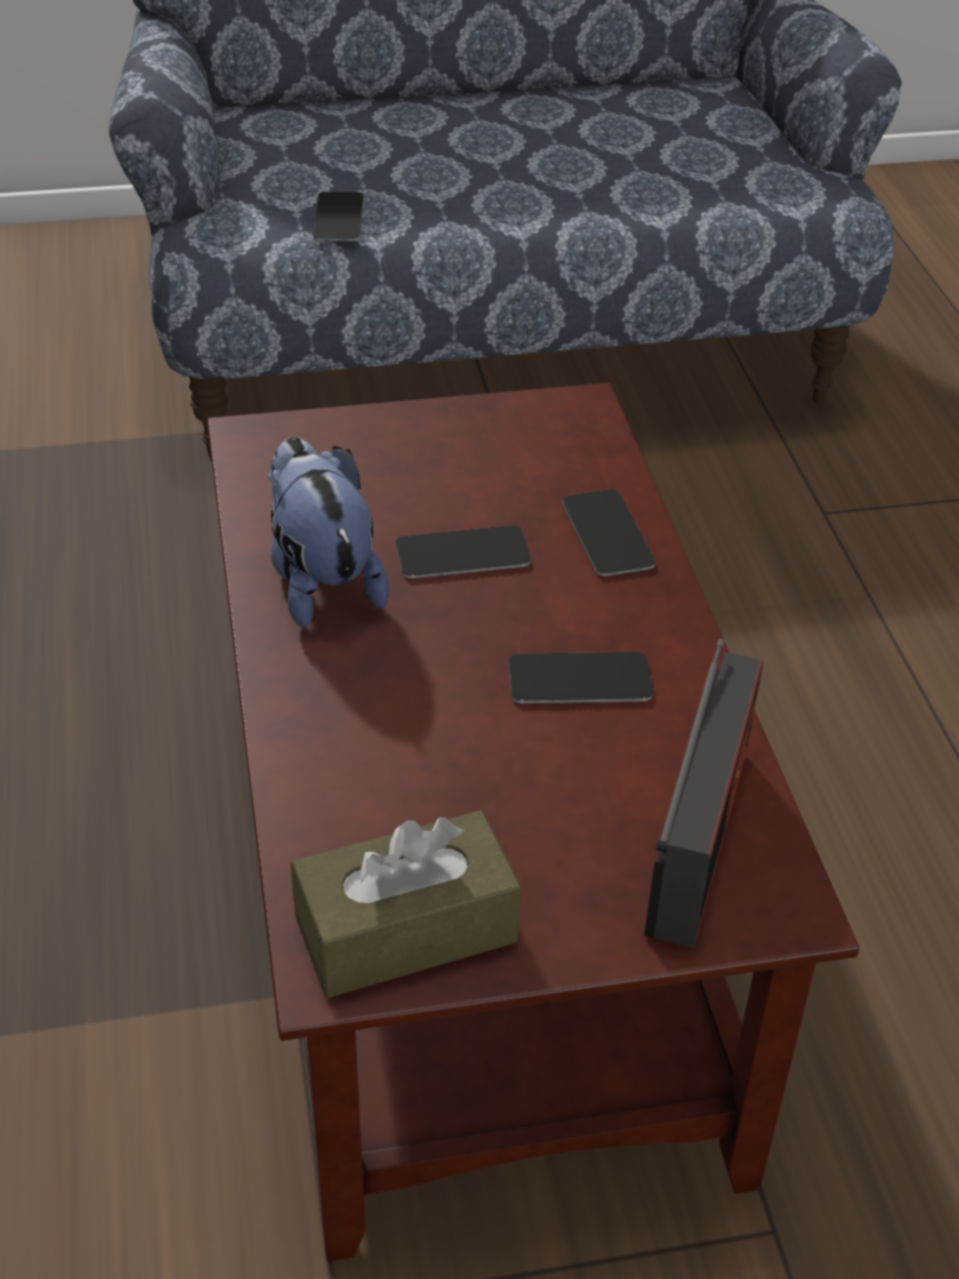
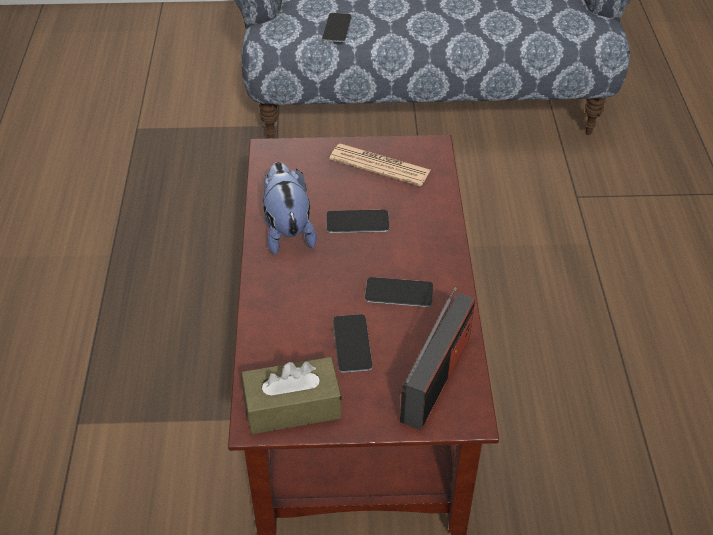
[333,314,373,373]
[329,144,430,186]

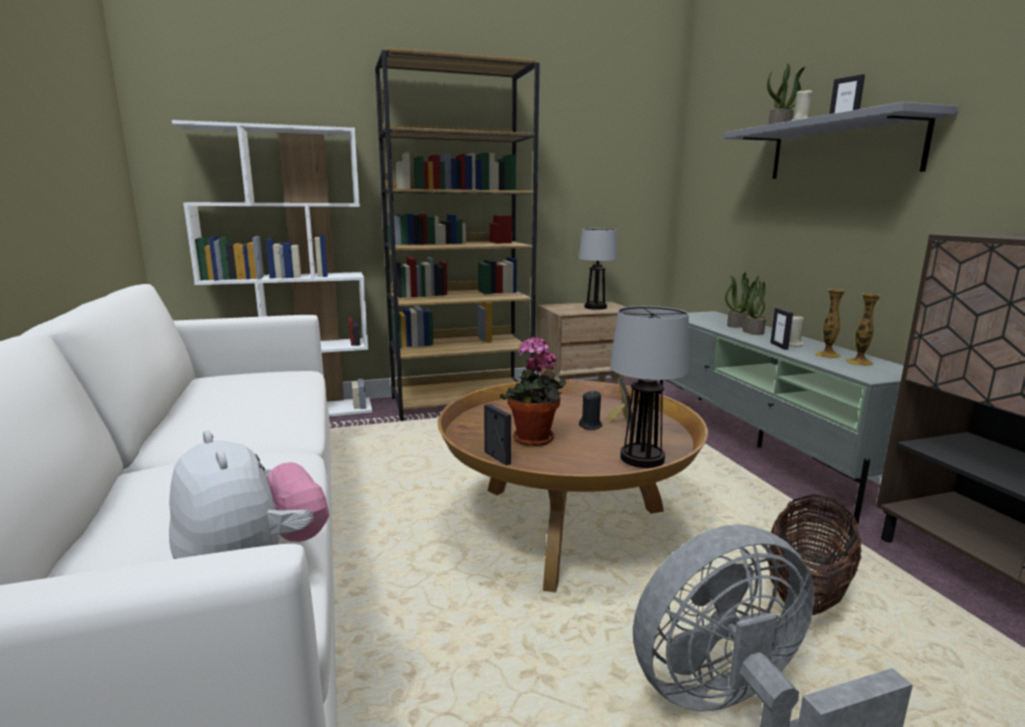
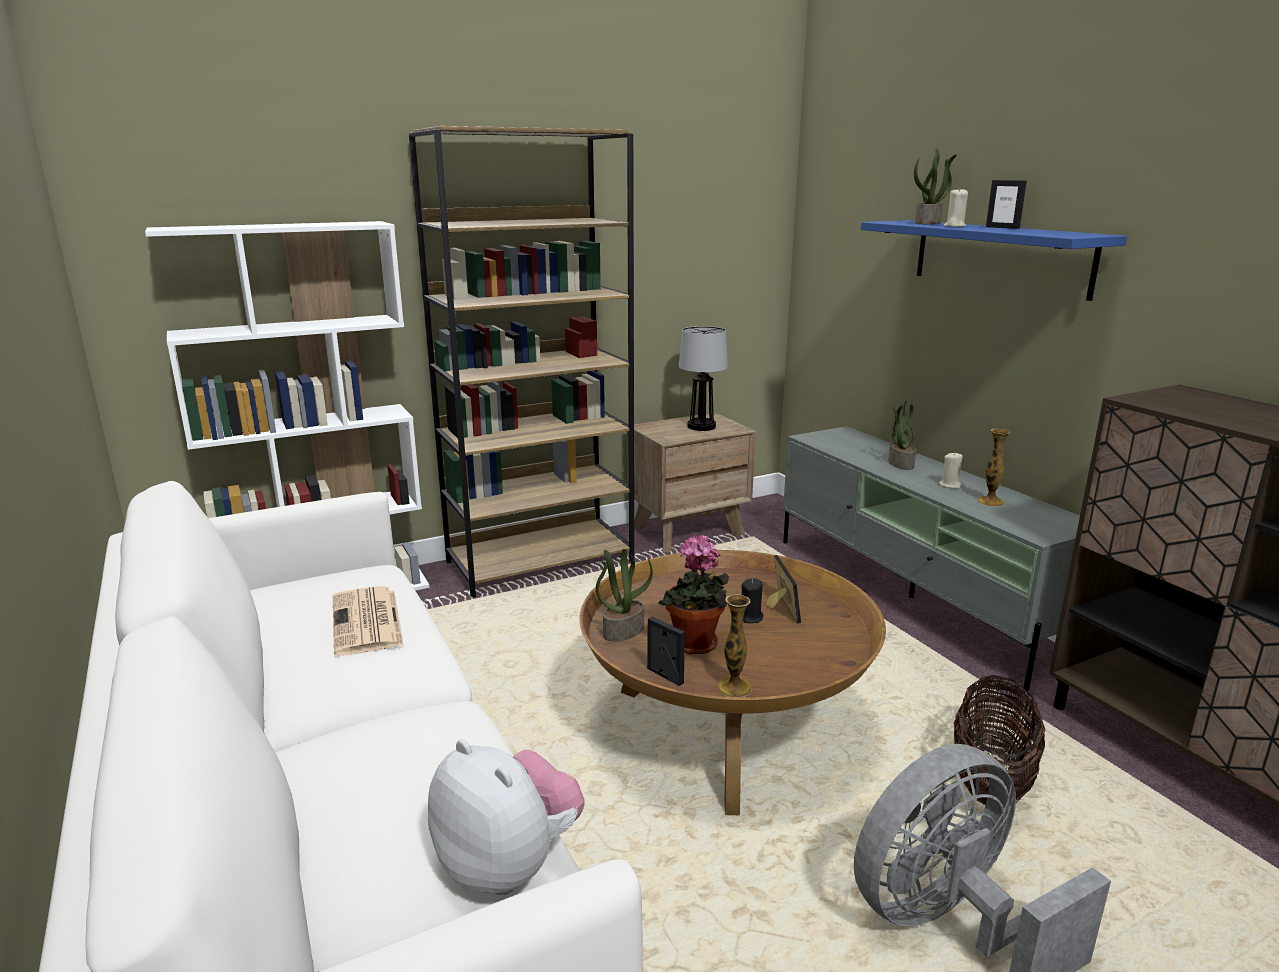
[861,220,1127,301]
[596,549,653,642]
[717,594,752,697]
[610,306,689,468] (first image)
[770,308,793,350] (first image)
[333,586,404,656]

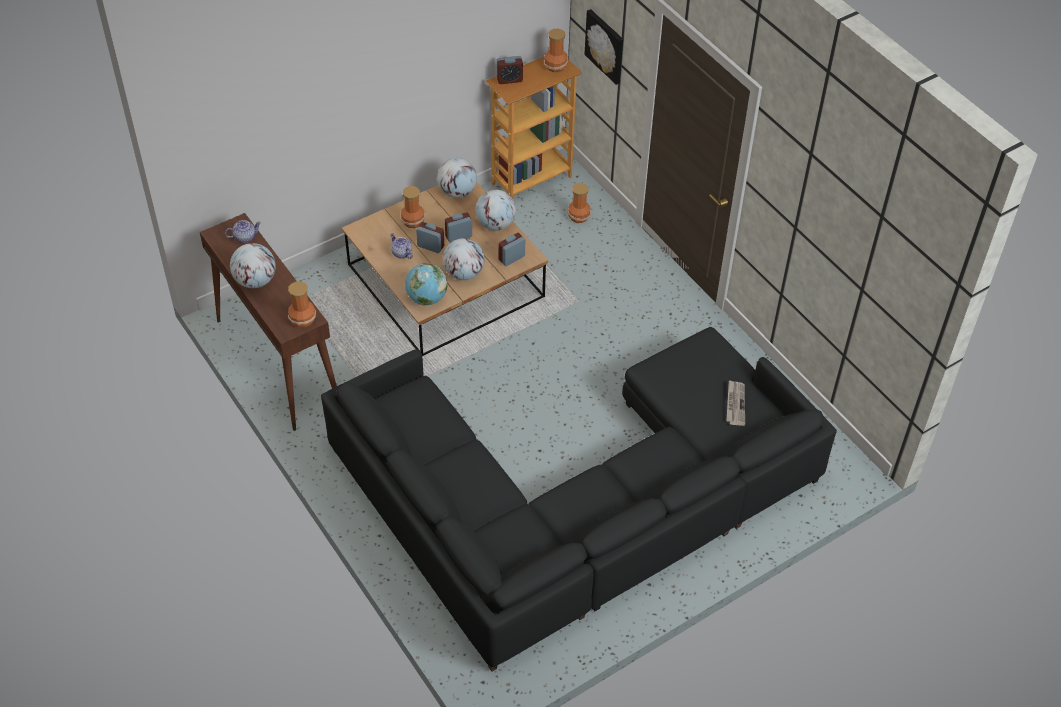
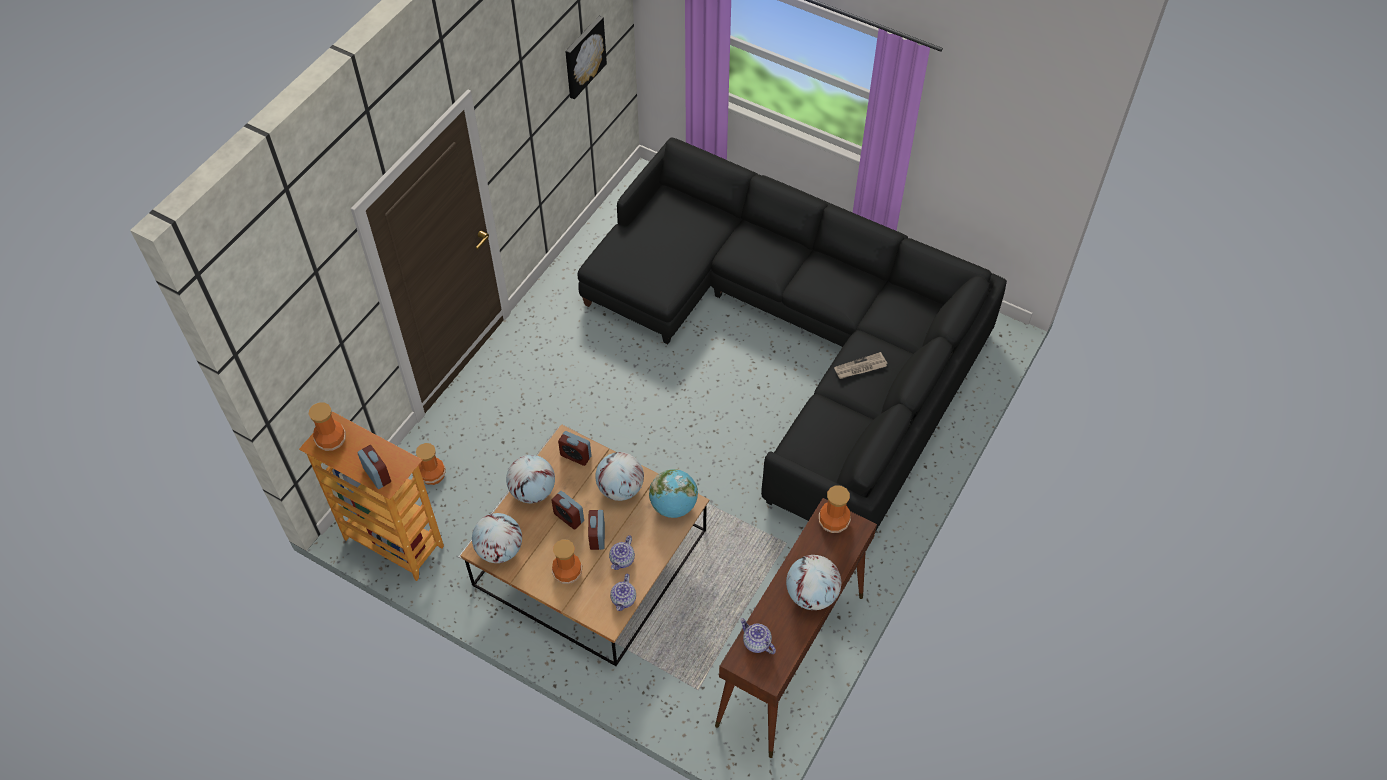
[565,16,607,99]
[834,352,887,379]
[610,574,636,611]

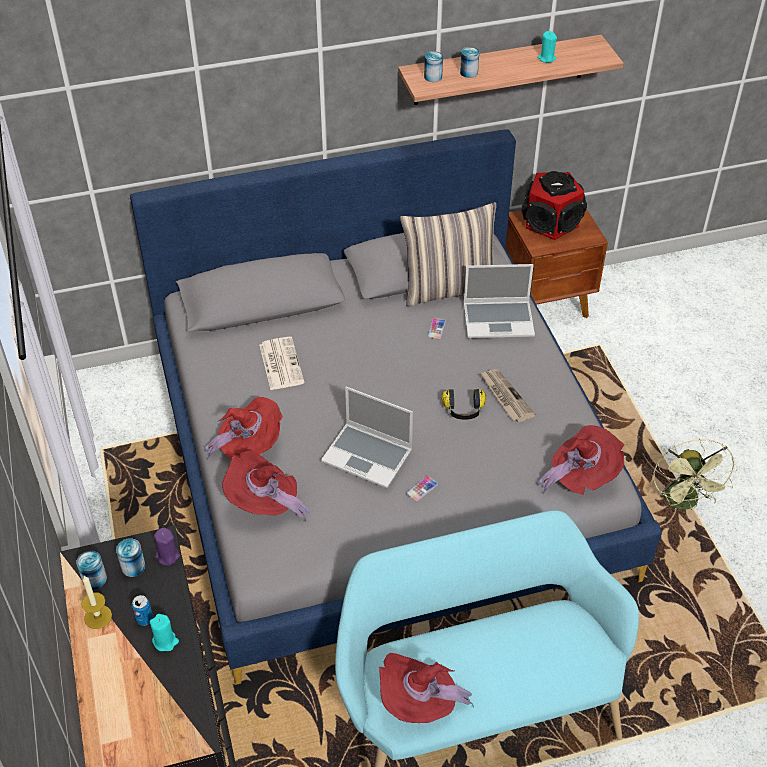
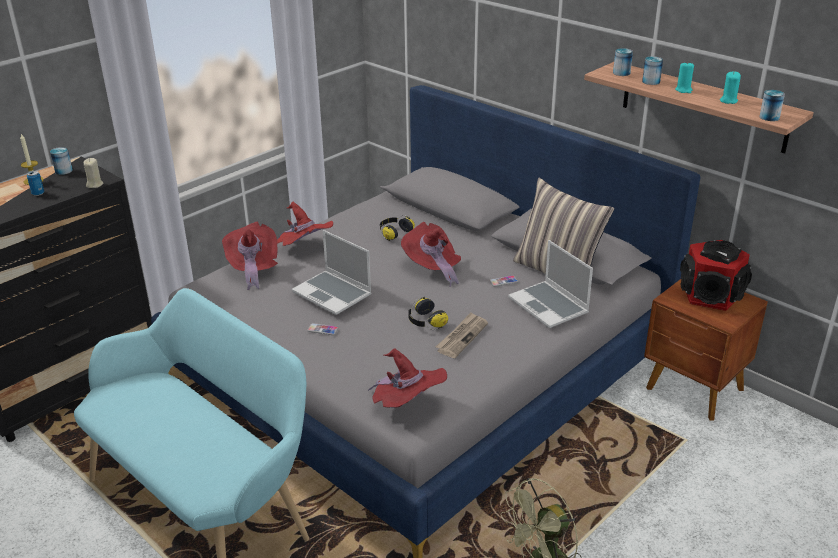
[380,215,415,241]
[292,230,372,315]
[84,158,103,188]
[760,90,785,121]
[675,63,694,93]
[401,222,461,287]

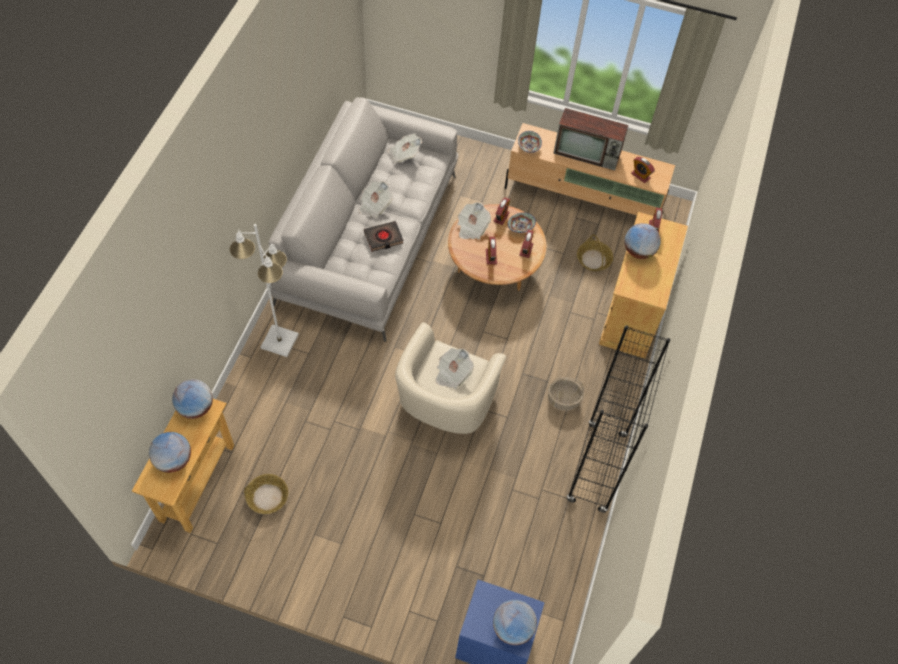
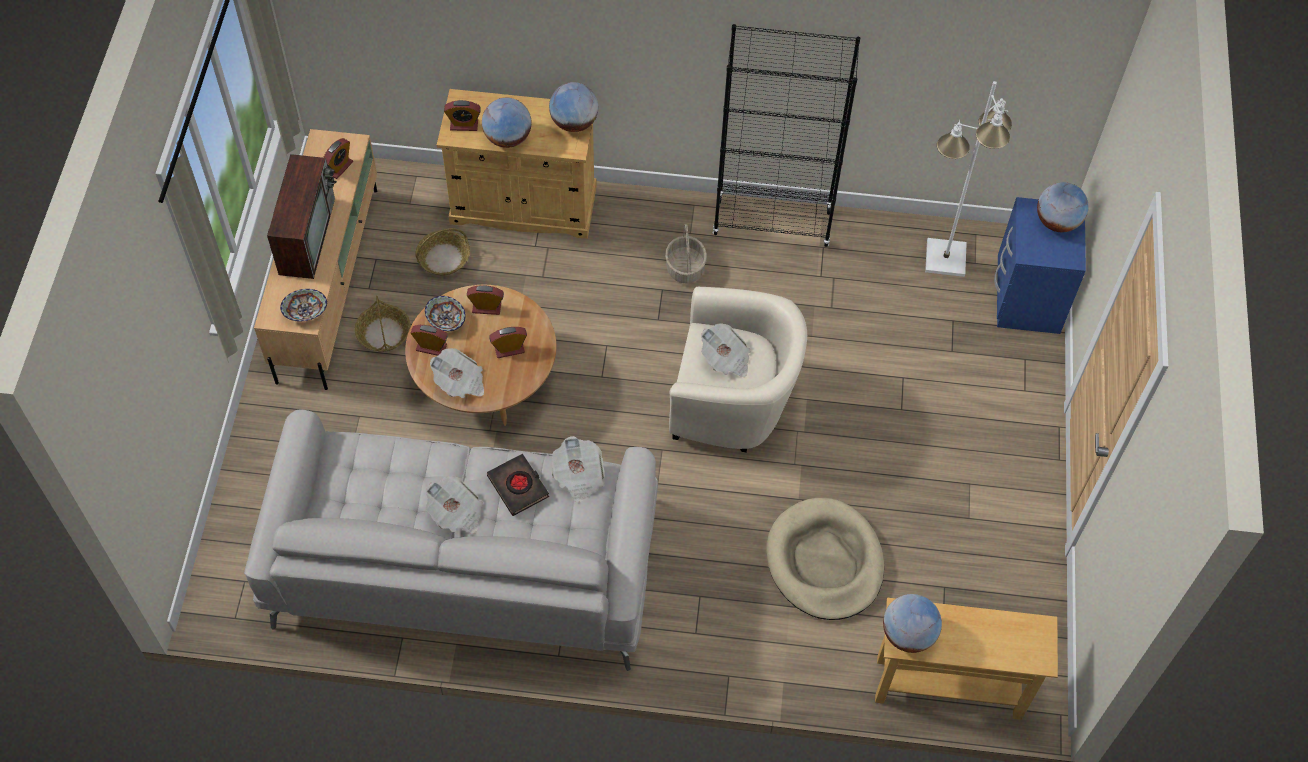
[552,436,605,503]
[925,81,1012,277]
[549,82,598,132]
[355,296,411,352]
[766,498,884,620]

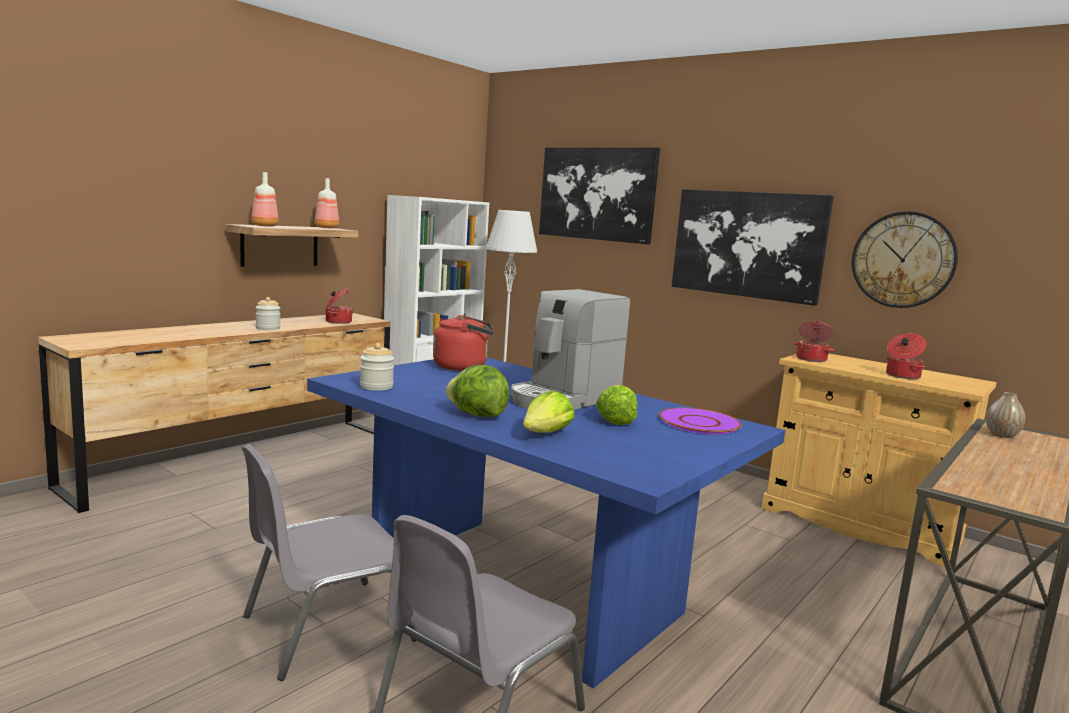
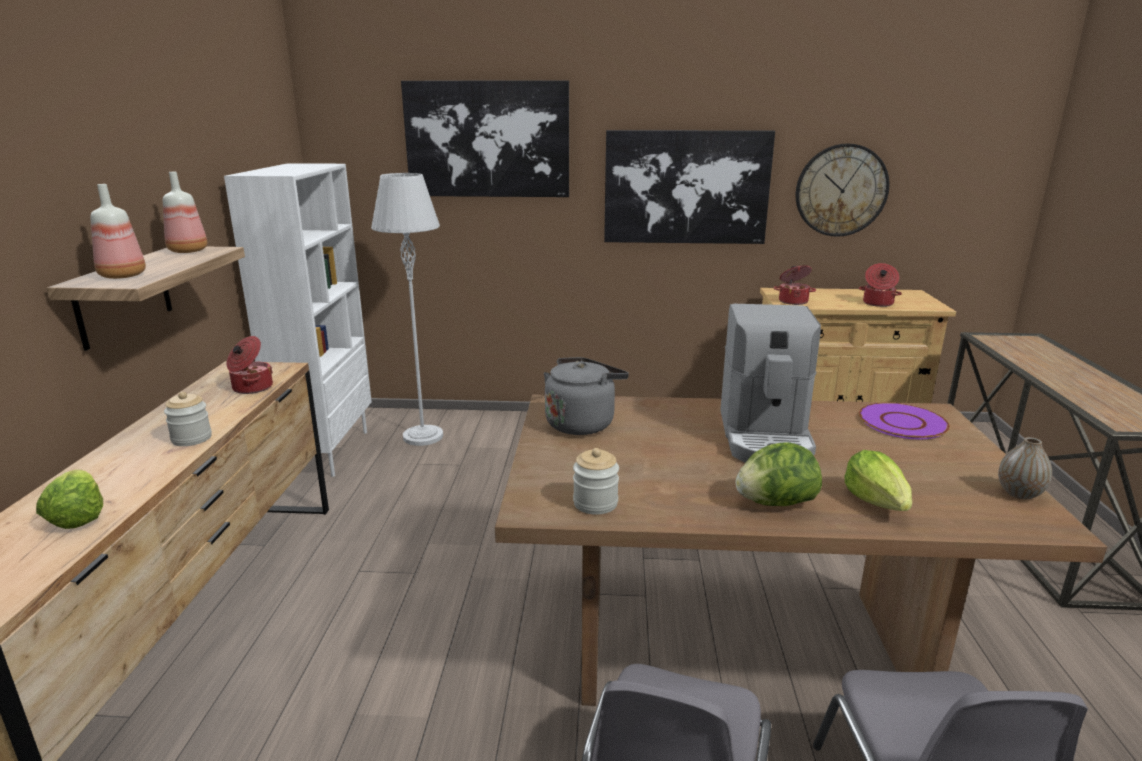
[544,357,629,435]
[495,395,1107,706]
[36,469,103,529]
[998,437,1052,499]

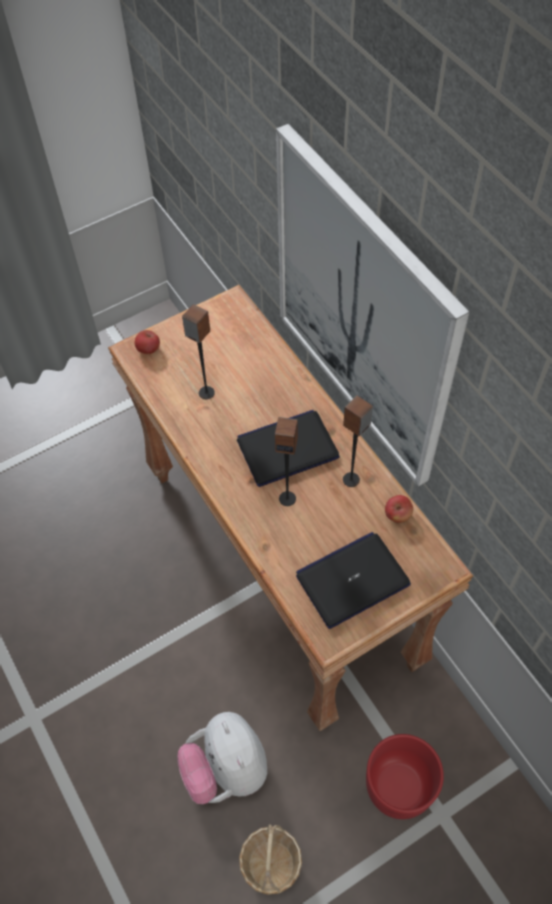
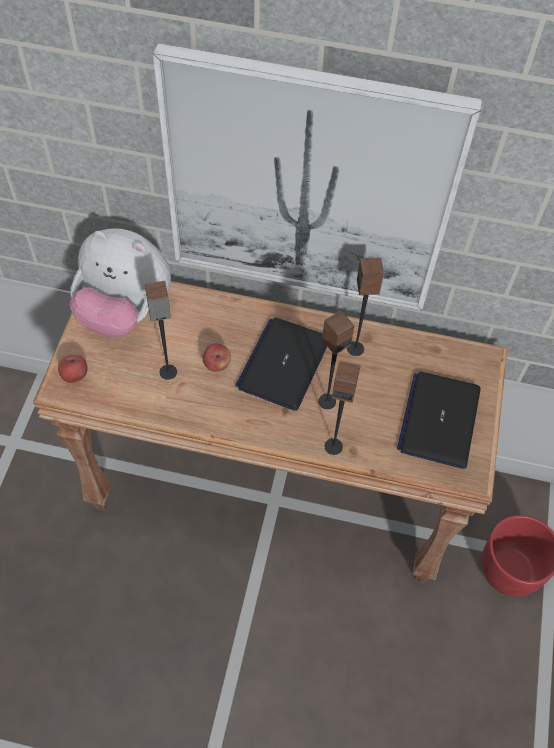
[203,343,231,372]
[69,228,171,337]
[239,824,302,895] (first image)
[325,361,360,455]

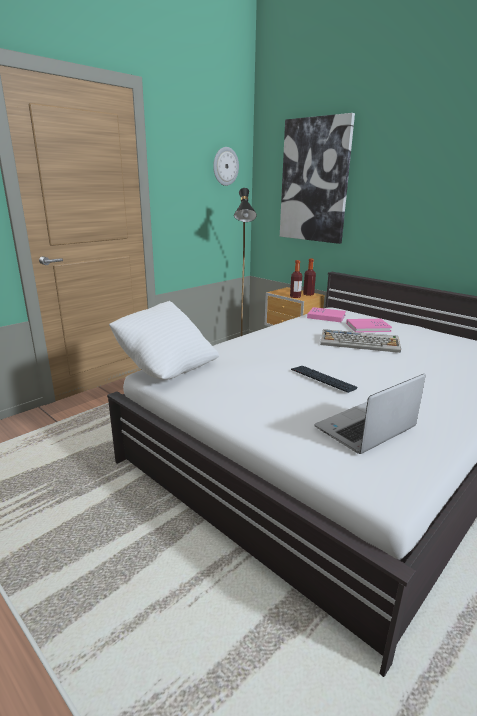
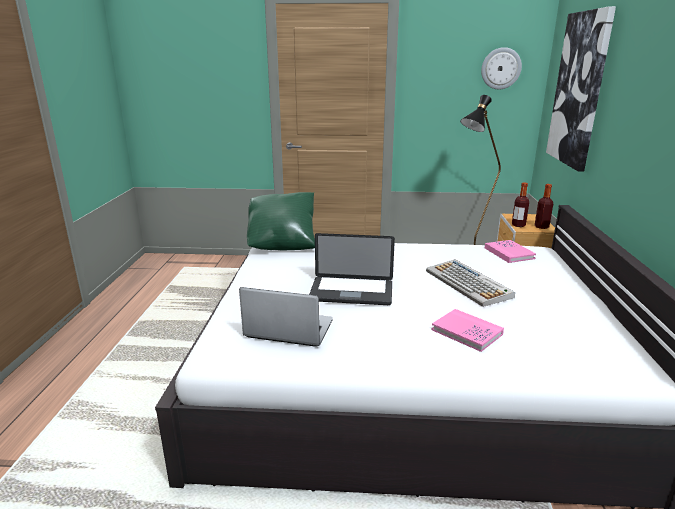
[247,192,315,251]
[432,309,504,352]
[309,233,395,305]

